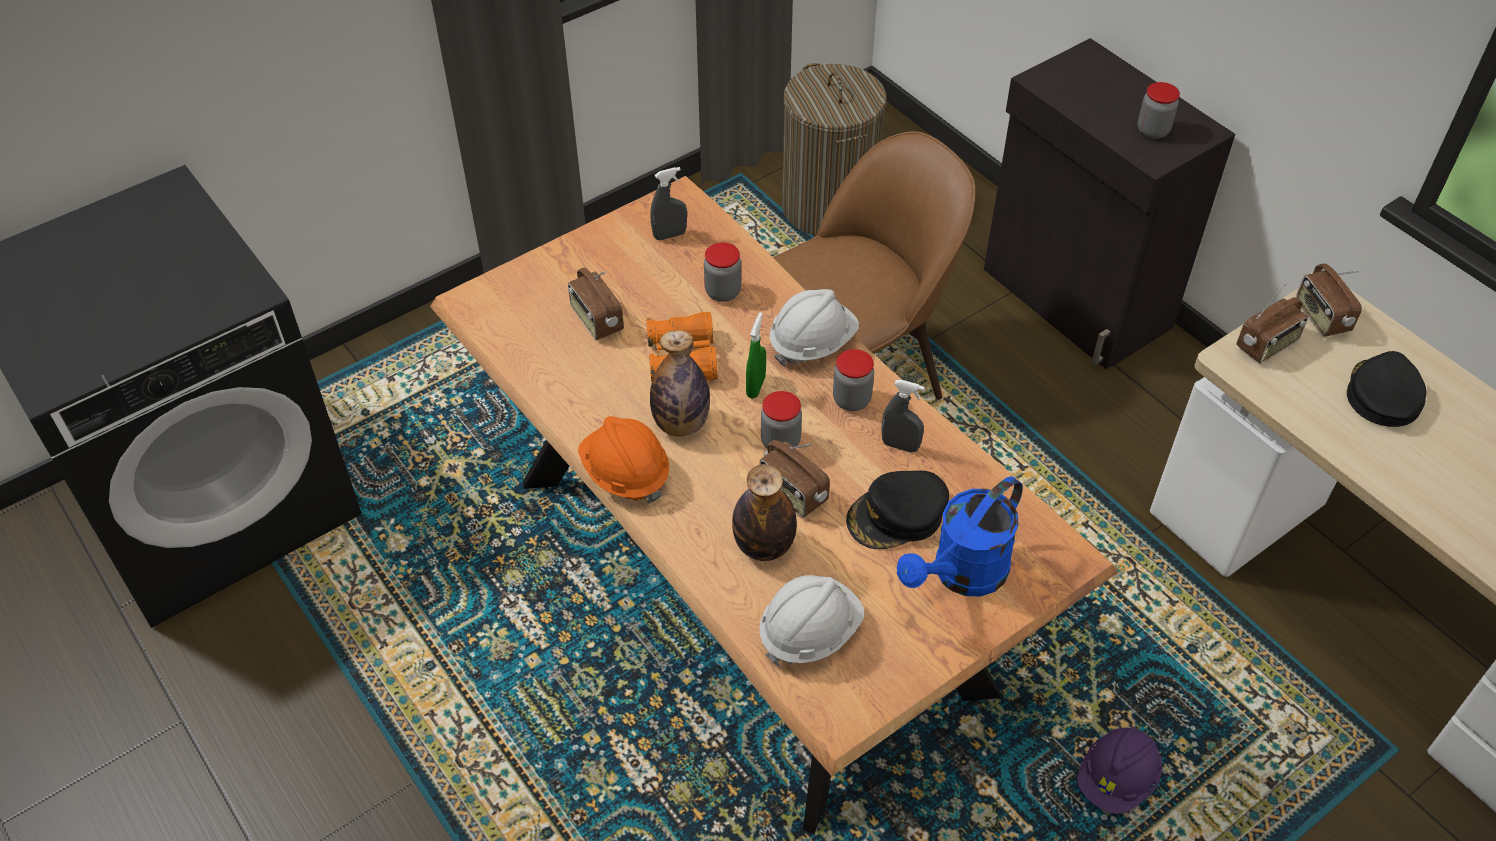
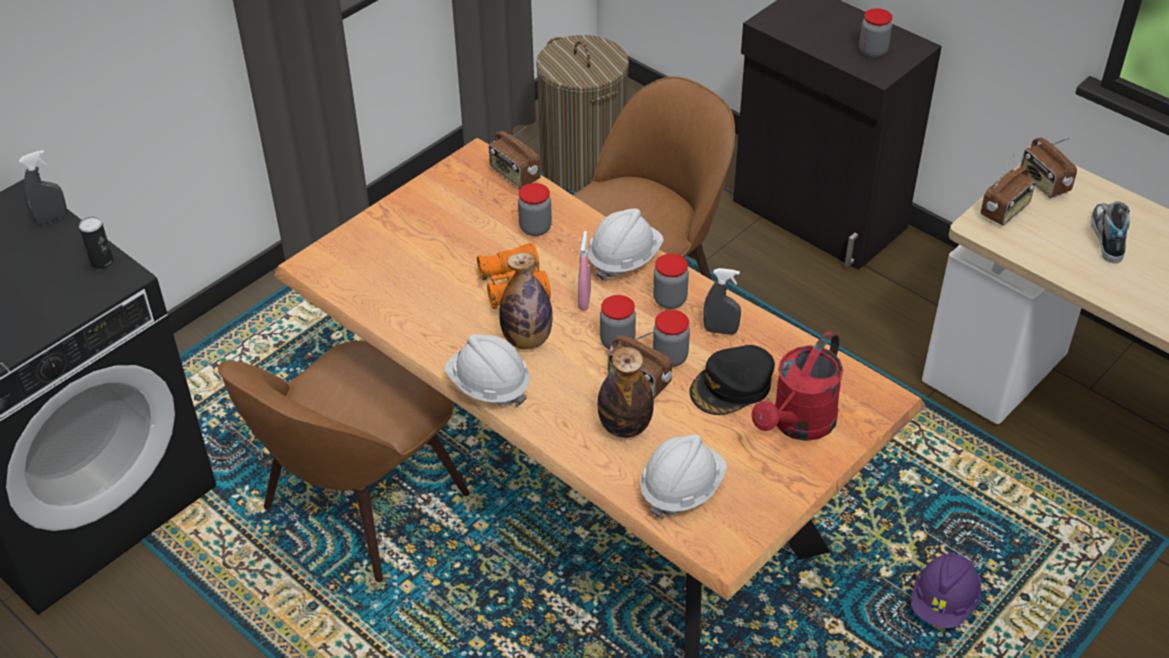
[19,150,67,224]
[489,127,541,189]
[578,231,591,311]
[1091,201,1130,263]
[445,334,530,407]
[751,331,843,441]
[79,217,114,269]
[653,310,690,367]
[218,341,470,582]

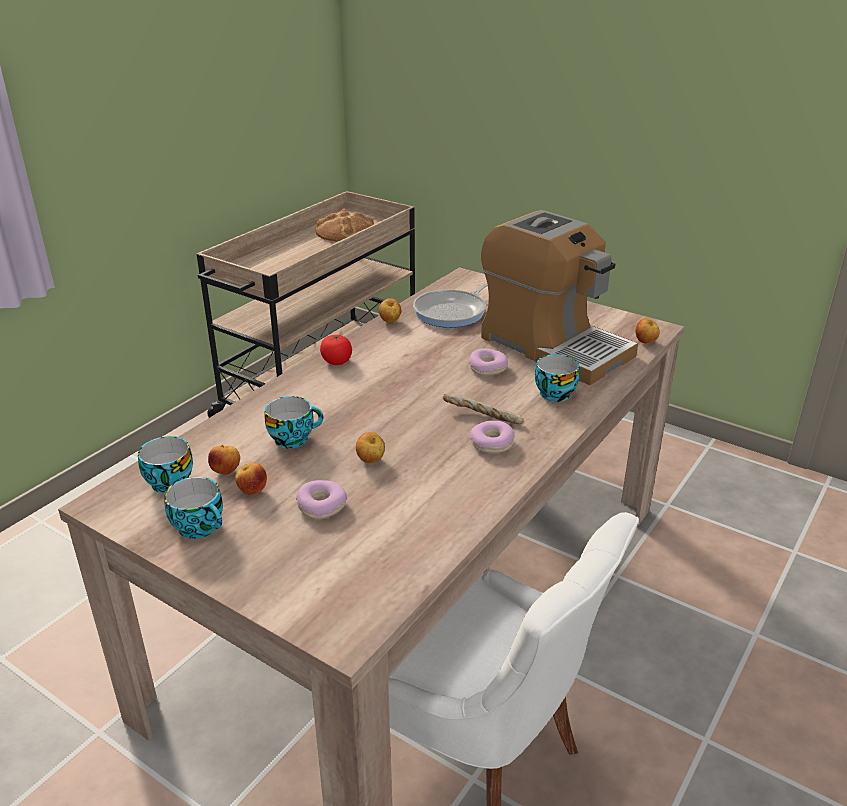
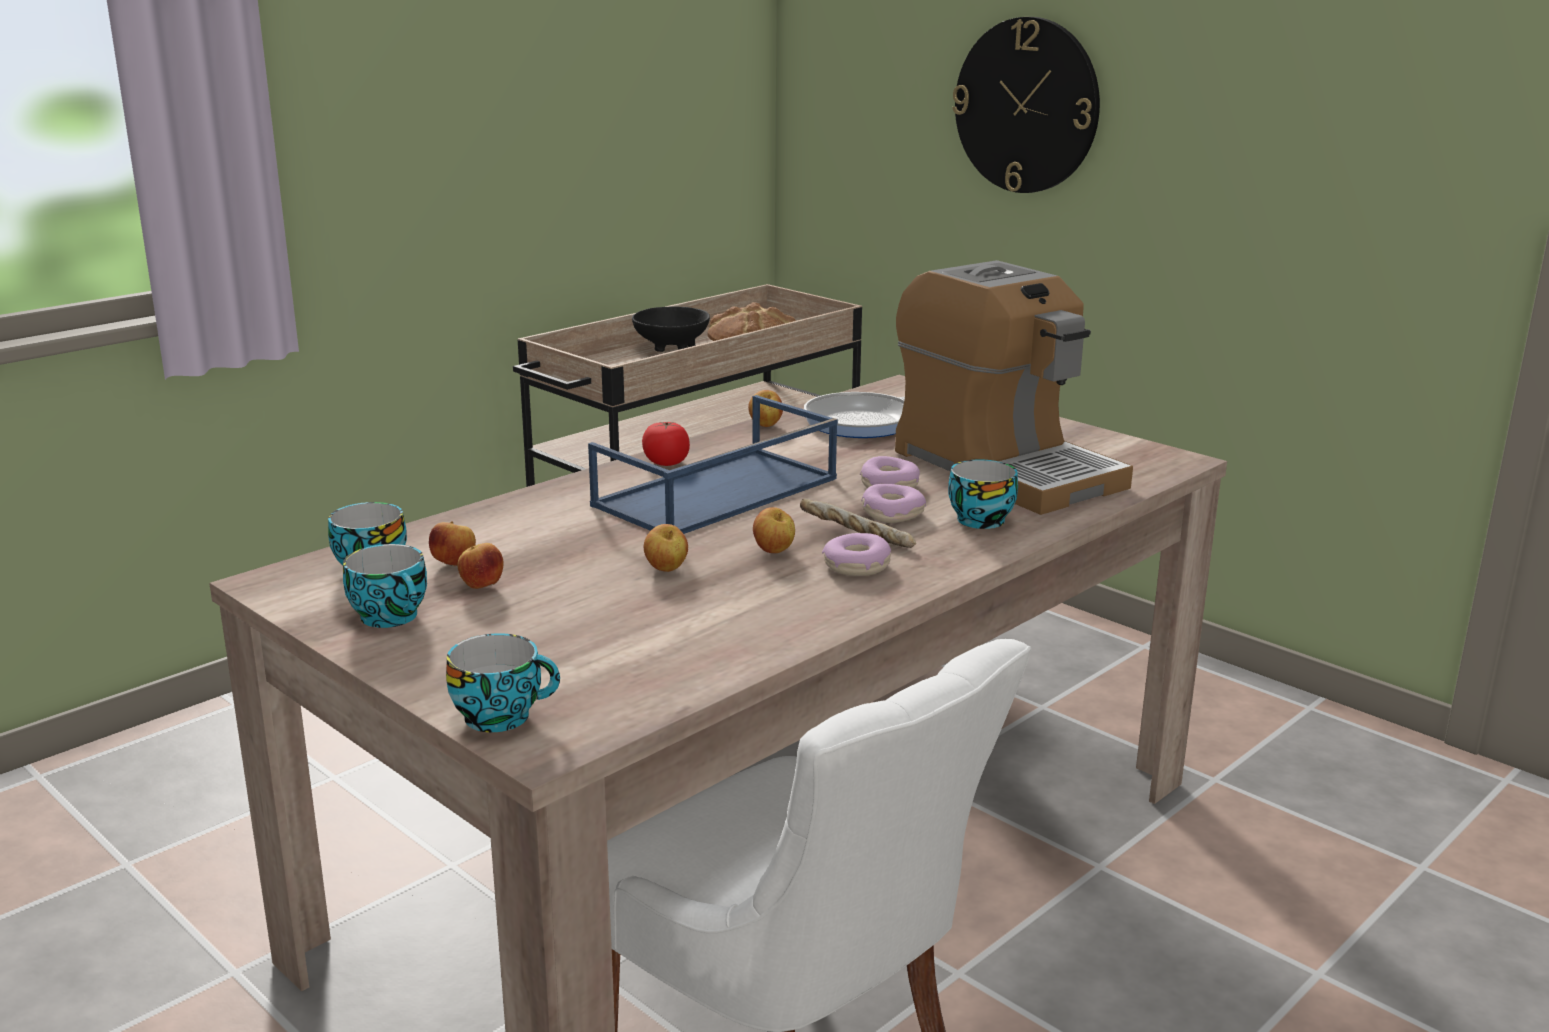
[753,507,795,553]
[446,633,560,732]
[861,484,926,523]
[952,17,1100,193]
[632,306,710,352]
[588,395,838,534]

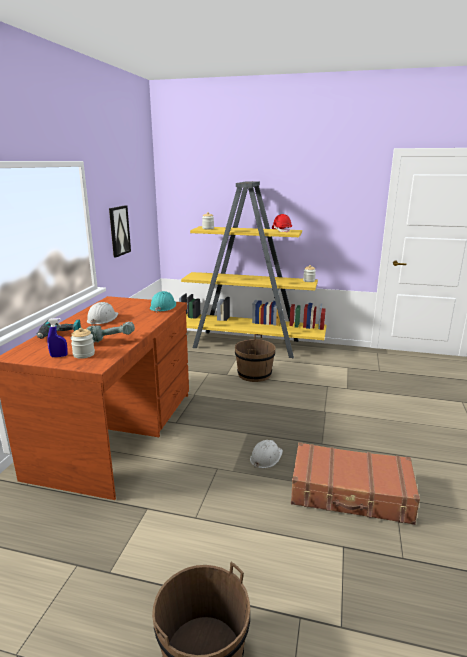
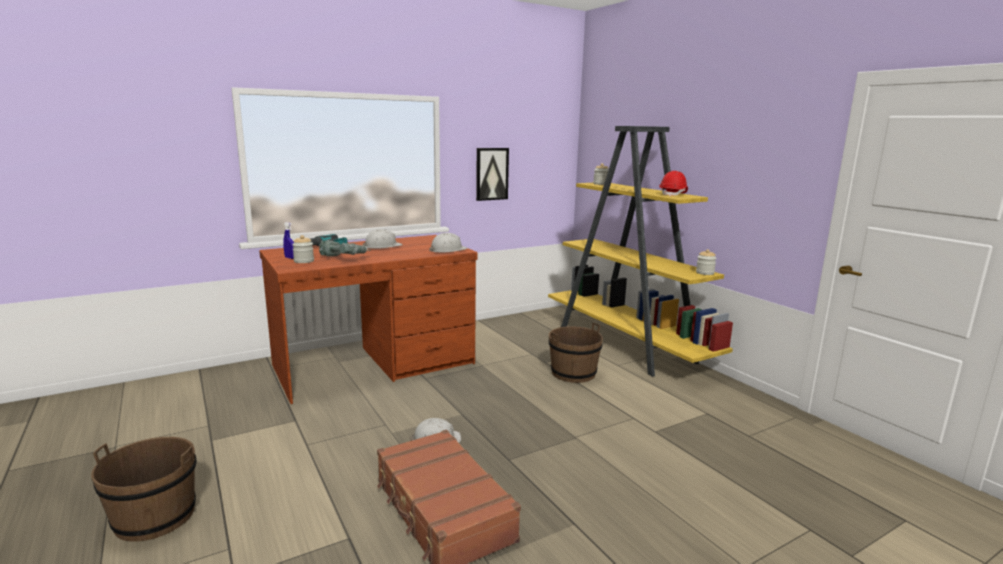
[429,233,468,253]

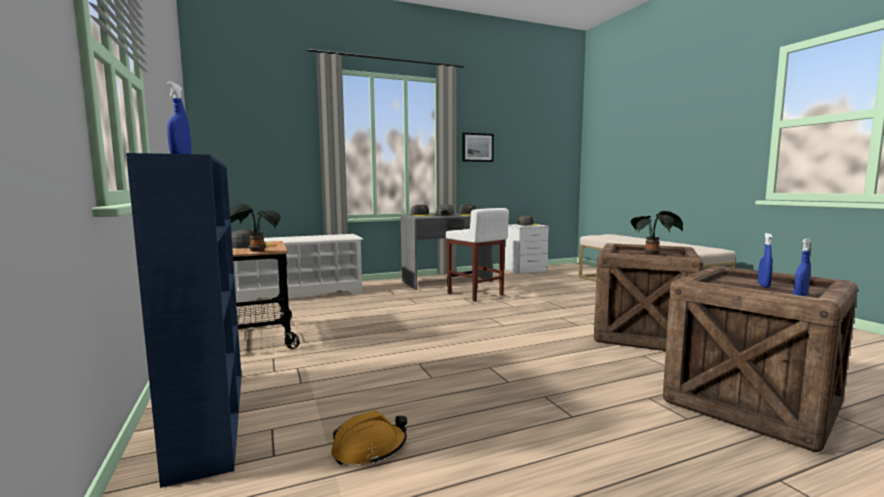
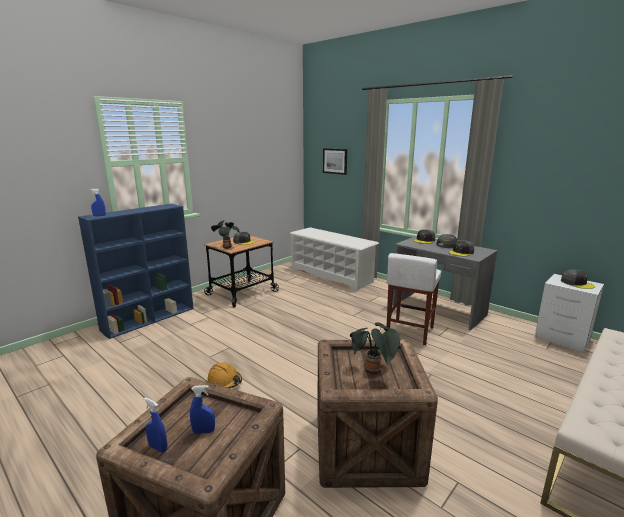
[323,148,347,175]
[207,362,242,388]

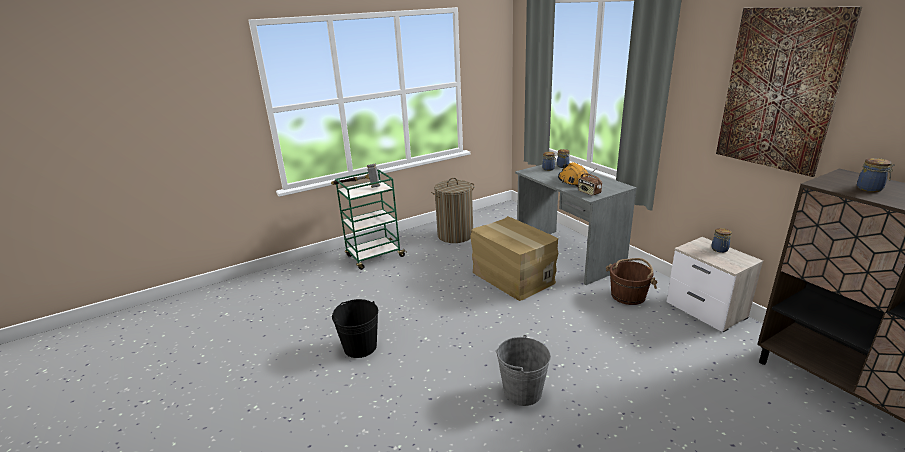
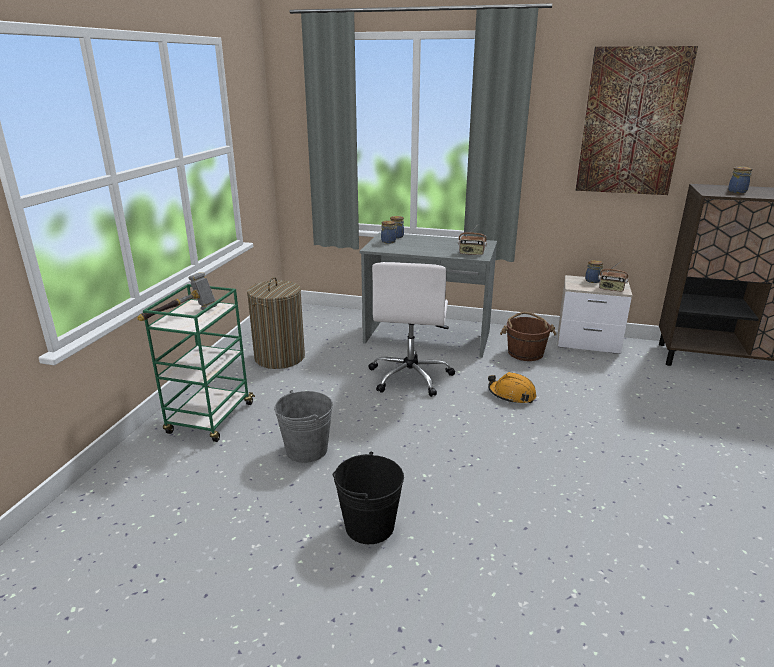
[488,372,537,403]
[369,262,455,397]
[274,390,333,463]
[598,262,628,292]

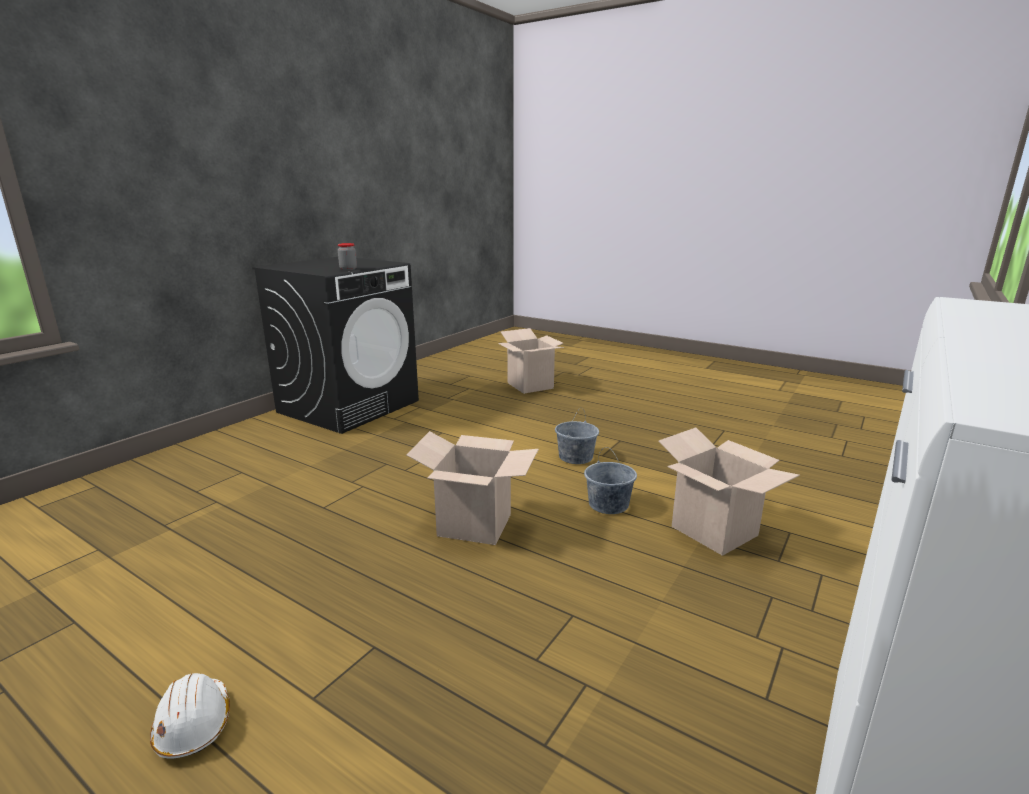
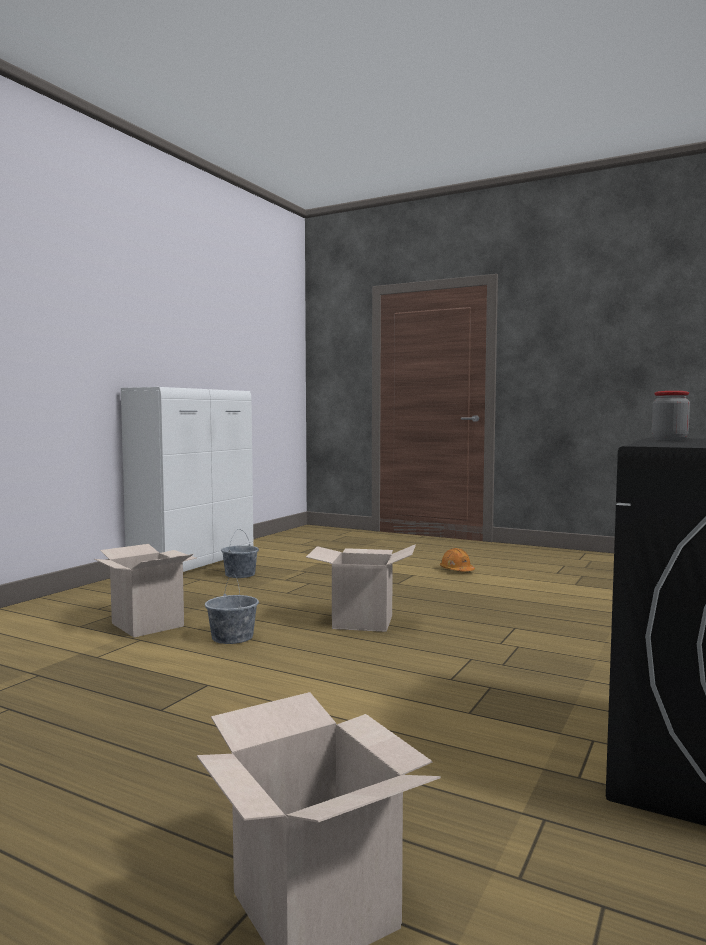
[221,529,259,578]
[440,548,475,571]

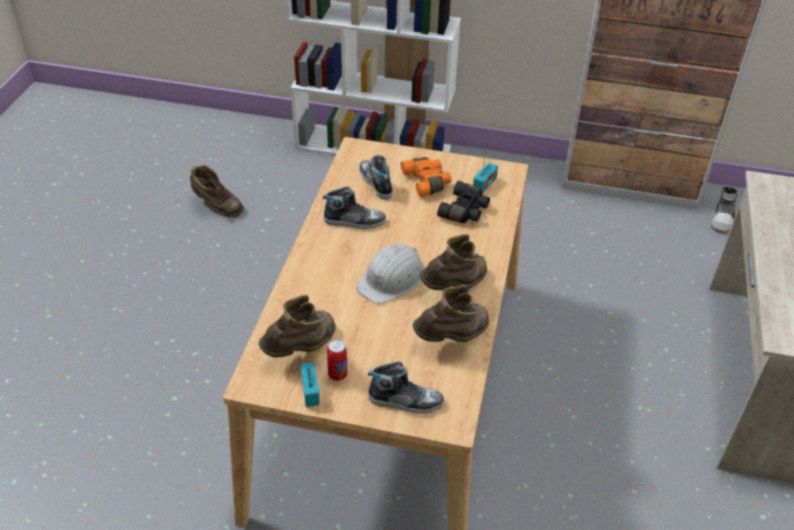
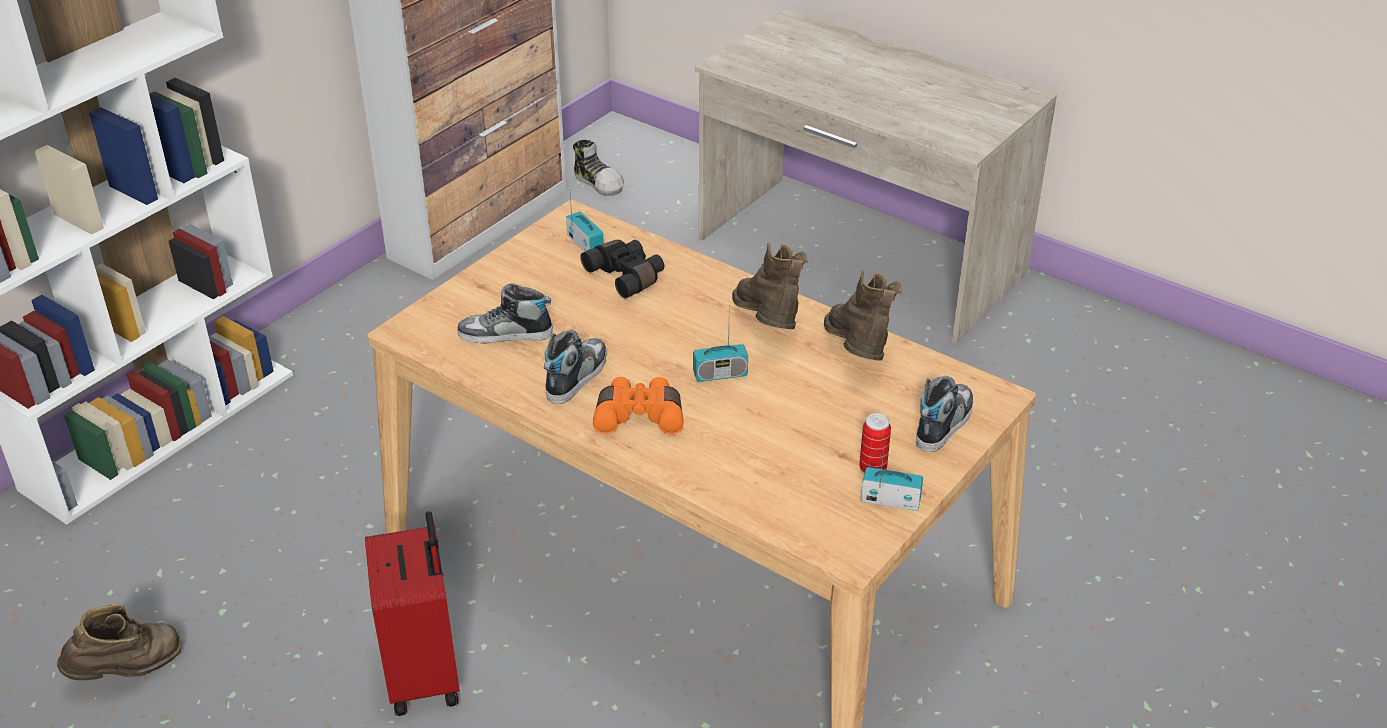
[593,377,684,434]
[693,304,748,382]
[259,295,336,357] (first image)
[365,511,460,716]

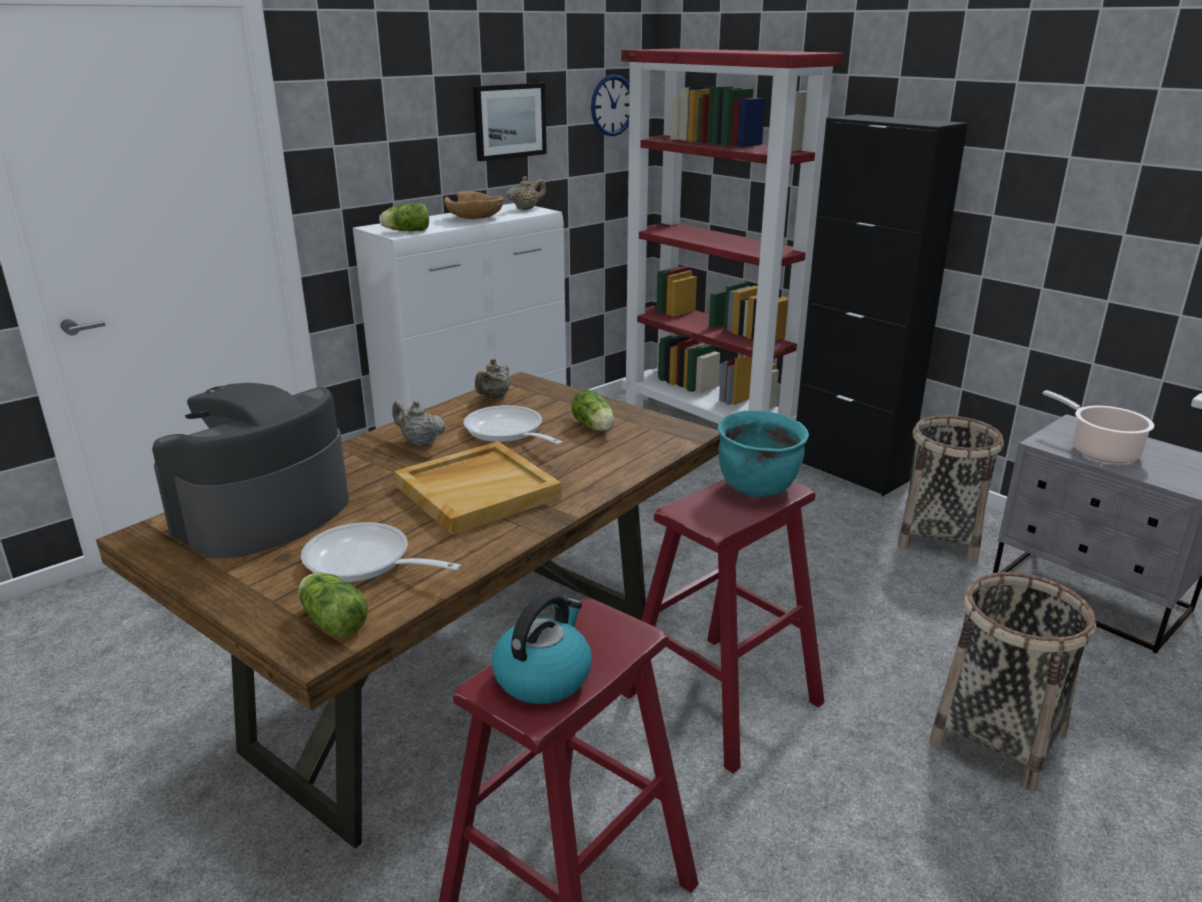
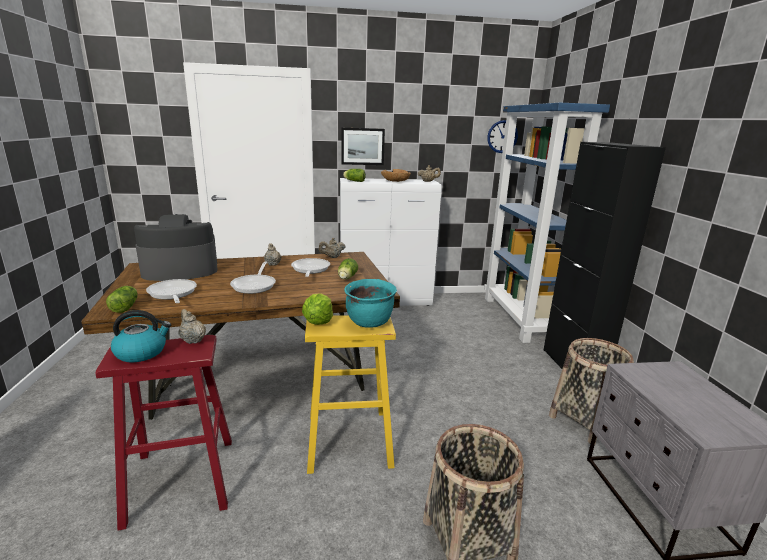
[484,103,610,343]
[341,128,385,165]
[1042,390,1154,463] (first image)
[230,261,276,294]
[305,315,396,474]
[302,293,333,325]
[178,309,206,344]

